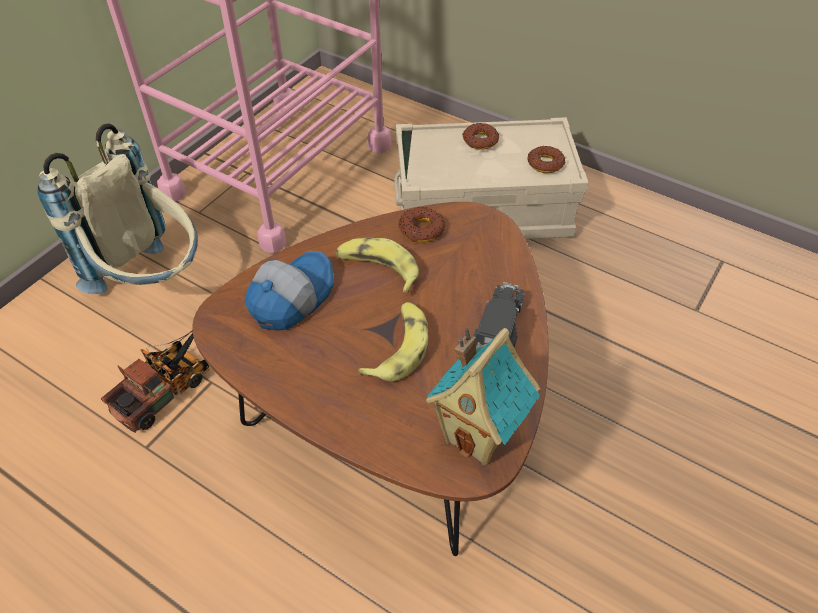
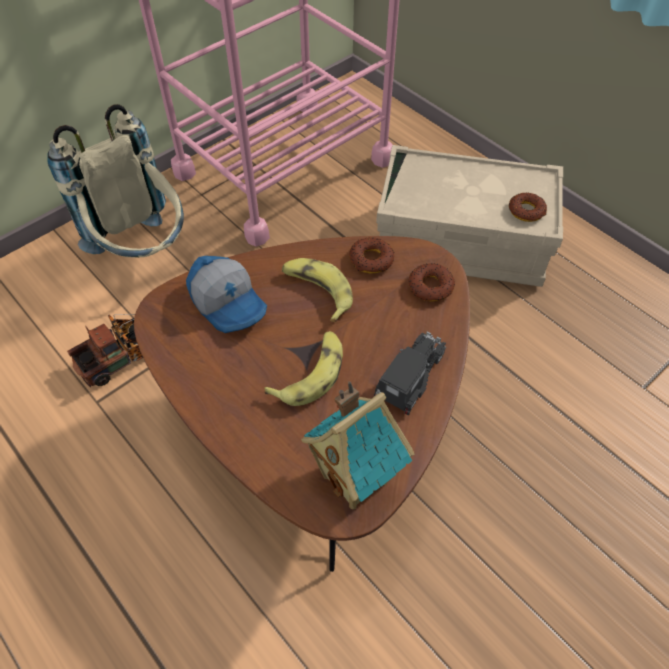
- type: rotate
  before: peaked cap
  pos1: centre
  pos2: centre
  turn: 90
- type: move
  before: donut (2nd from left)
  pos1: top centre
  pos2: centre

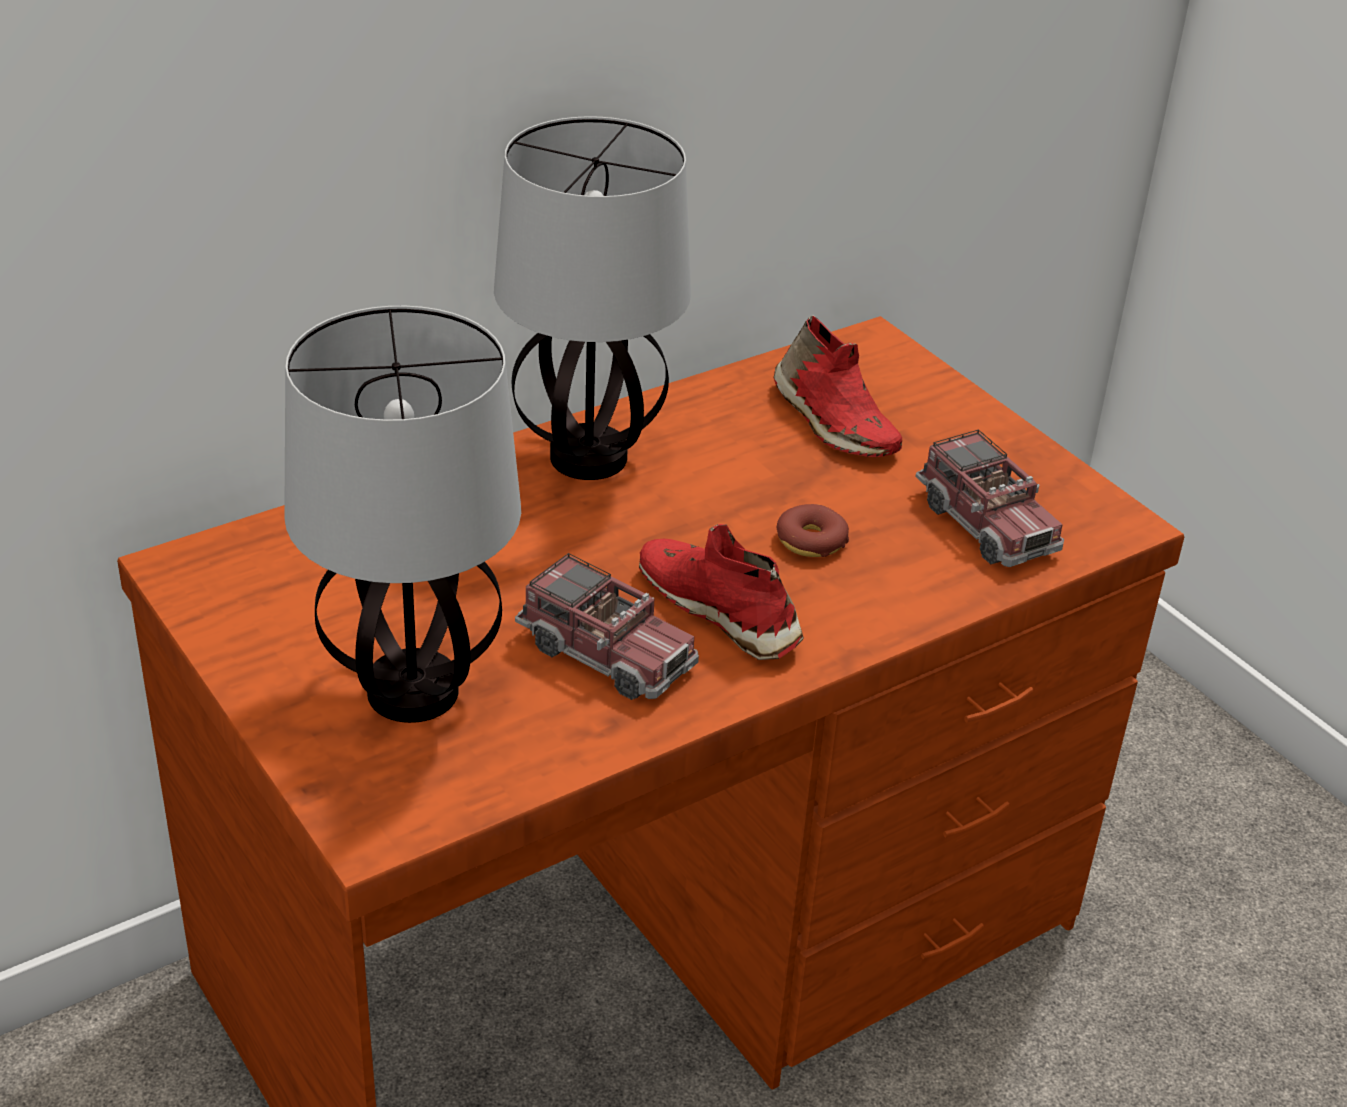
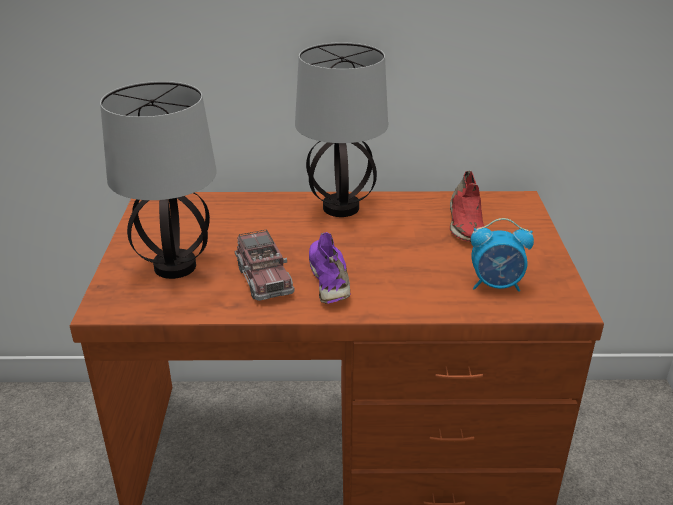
- type: recolor
  before: reddish item of footwear (1st from left)
  after: purple item of footwear
  pos1: centre
  pos2: centre
- type: delete
  before: donut
  pos1: centre
- type: replace
  before: model truck (2nd from left)
  after: alarm clock
  pos1: middle right
  pos2: middle right

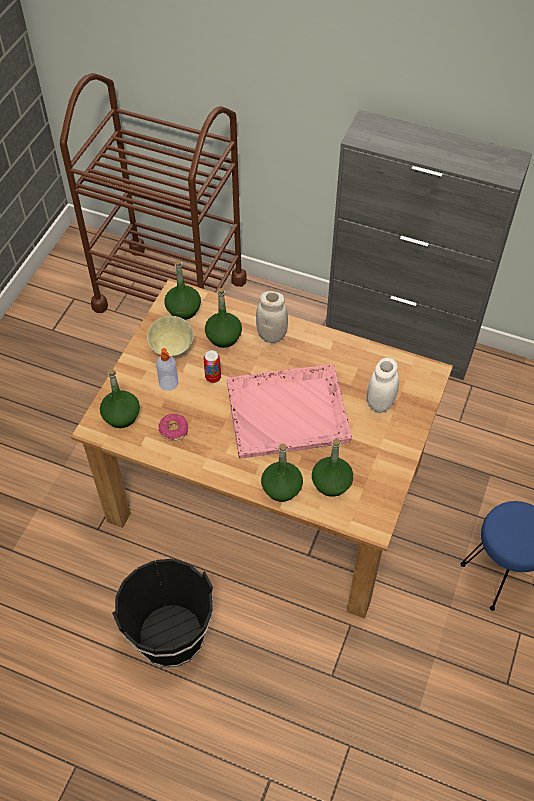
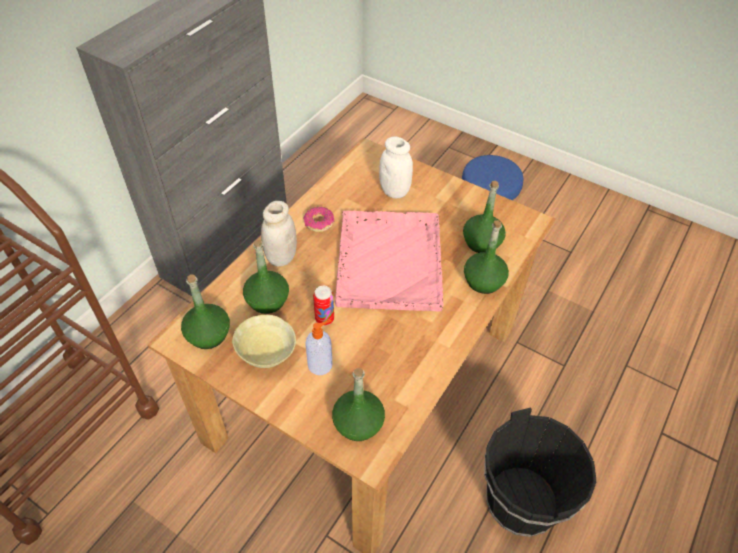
- type: move
  before: donut
  pos1: middle left
  pos2: centre

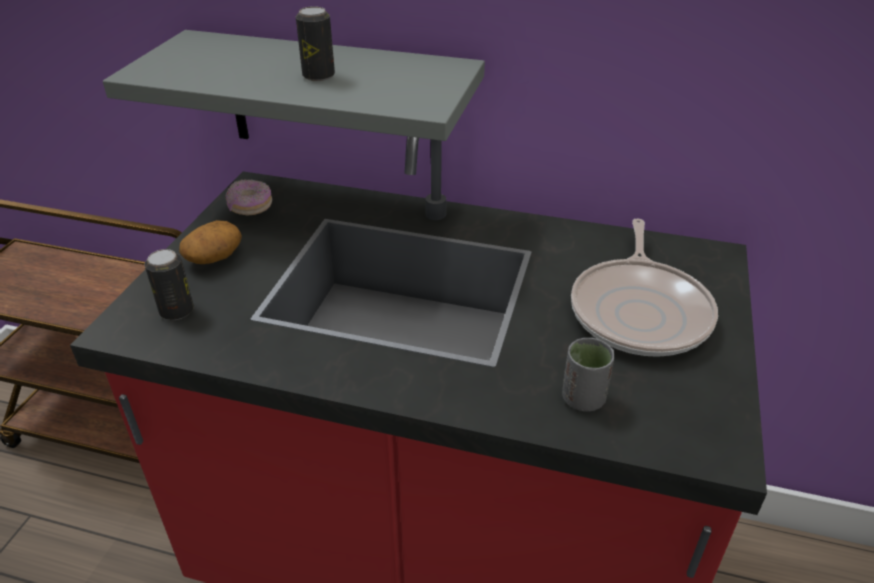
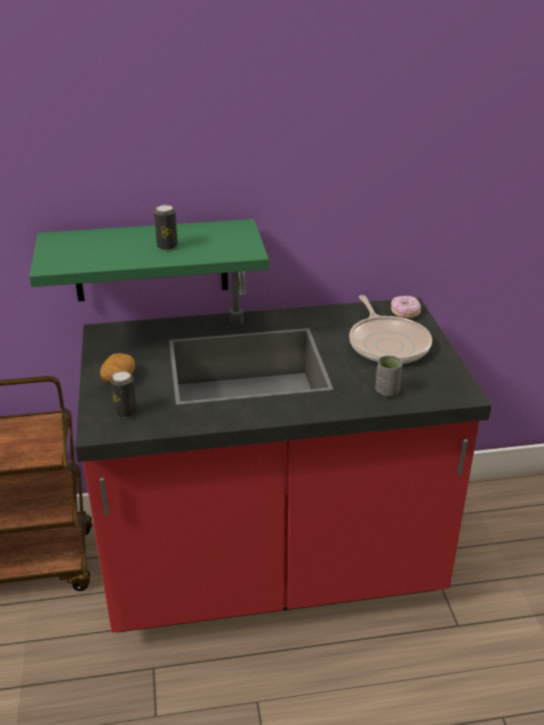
- type: recolor
  before: greyish bracket shelf
  after: green-coloured bracket shelf
  pos1: top centre
  pos2: middle left
- type: move
  before: donut
  pos1: middle left
  pos2: middle right

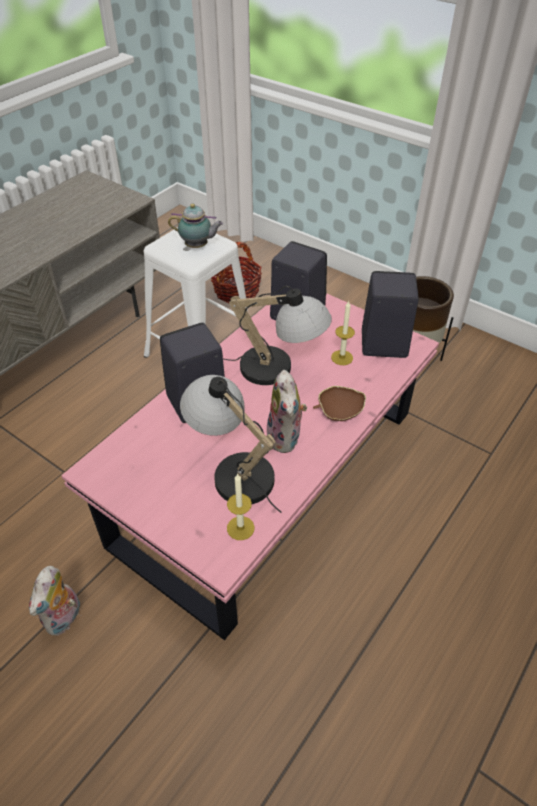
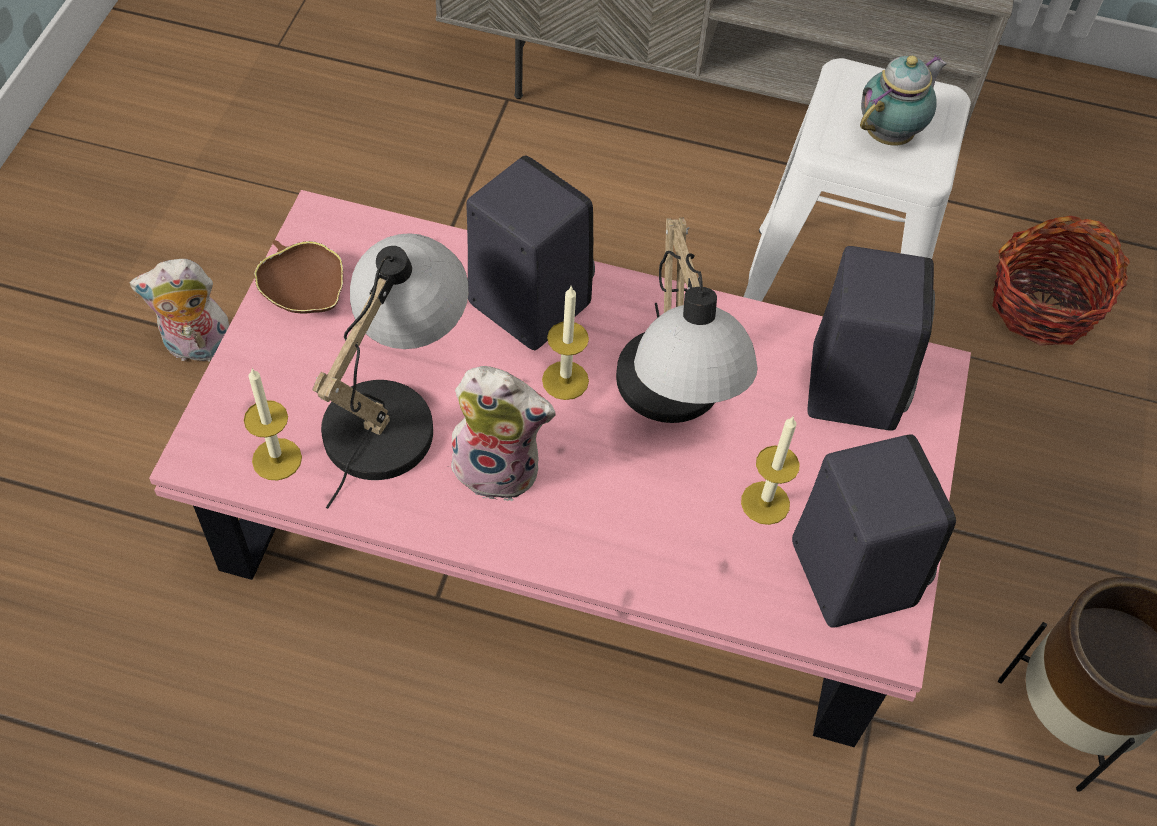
- type: rotate
  before: pot for tea
  pos1: top centre
  pos2: top right
  turn: -120
- type: rotate
  before: plush toy (2nd from left)
  pos1: centre
  pos2: centre
  turn: -135
- type: move
  before: brown-coloured deep dish
  pos1: centre
  pos2: middle left
- type: insert
  after: wax candle (2nd from left)
  pos2: centre

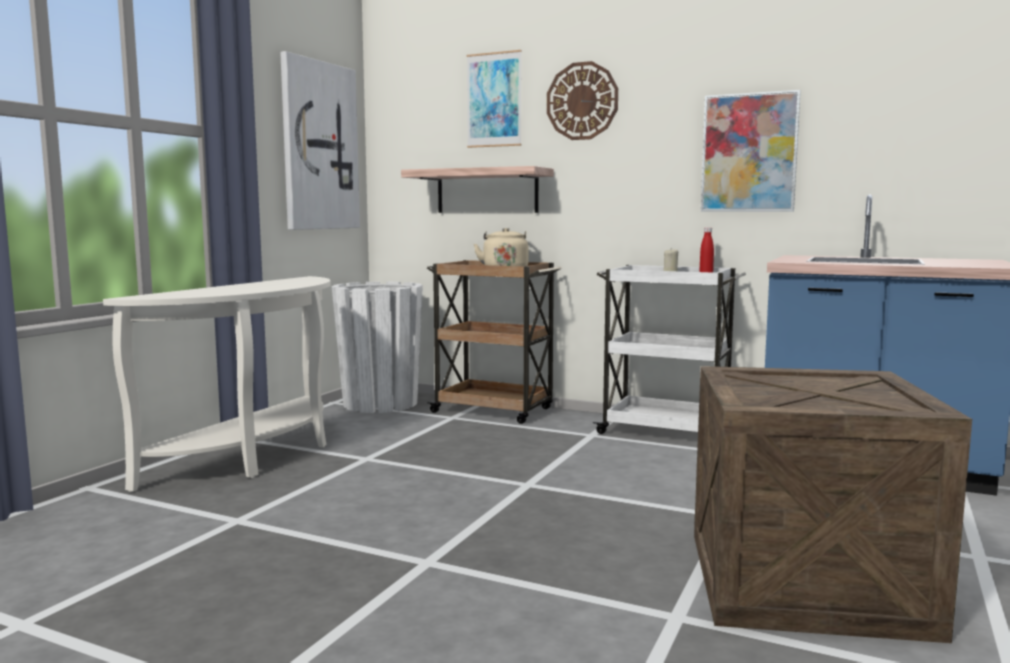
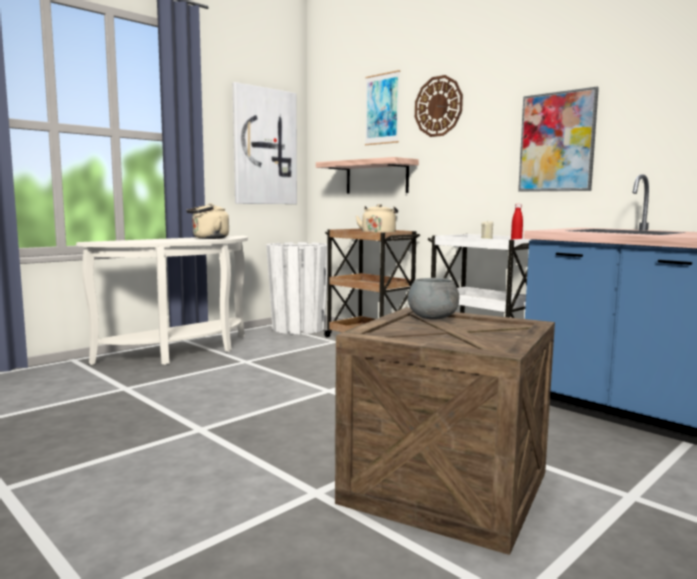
- type: insert
  after: sand-coloured water kettle (1st from left)
  pos2: middle left
- type: insert
  after: greyish deep dish
  pos2: centre

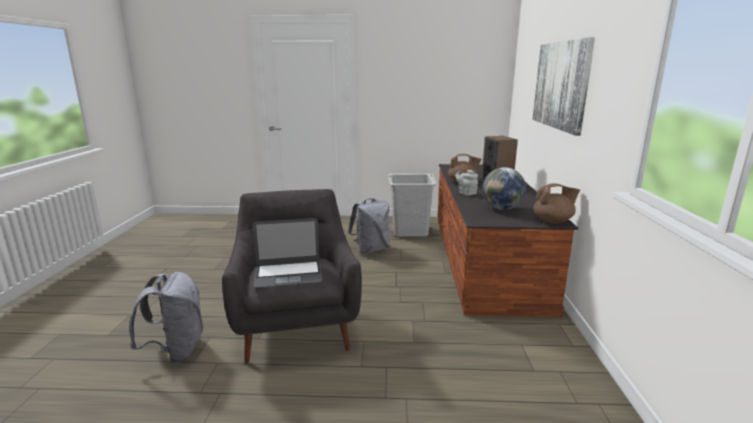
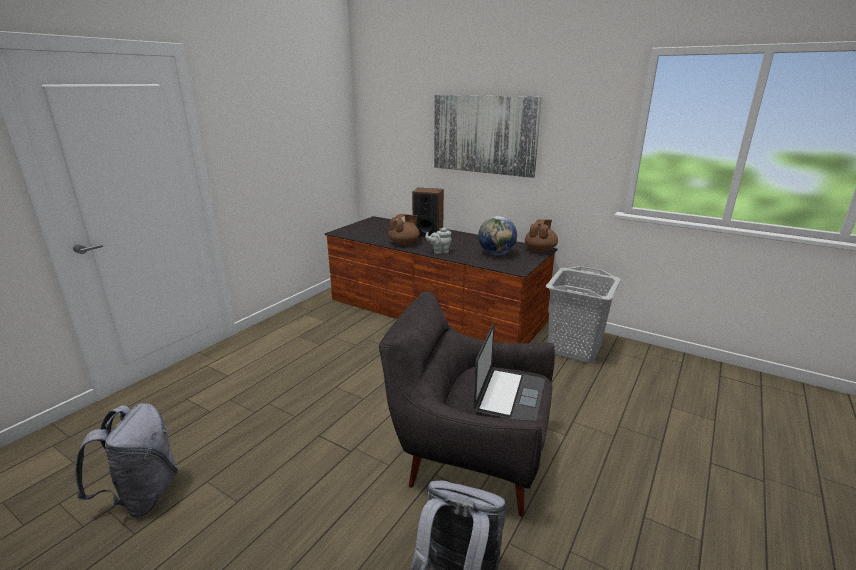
- type: move
  before: greyish rucksack (2nd from left in the first image)
  after: greyish rucksack (1st from left)
  pos1: centre
  pos2: bottom left
- type: move
  before: greyish washing basket
  pos1: centre
  pos2: middle right

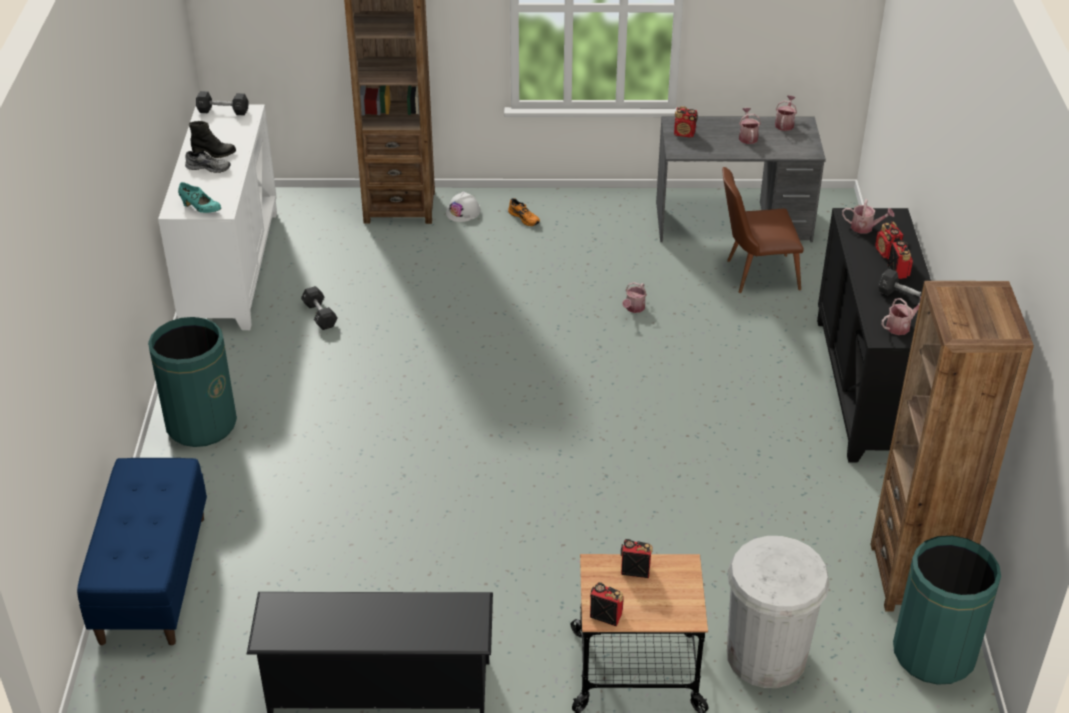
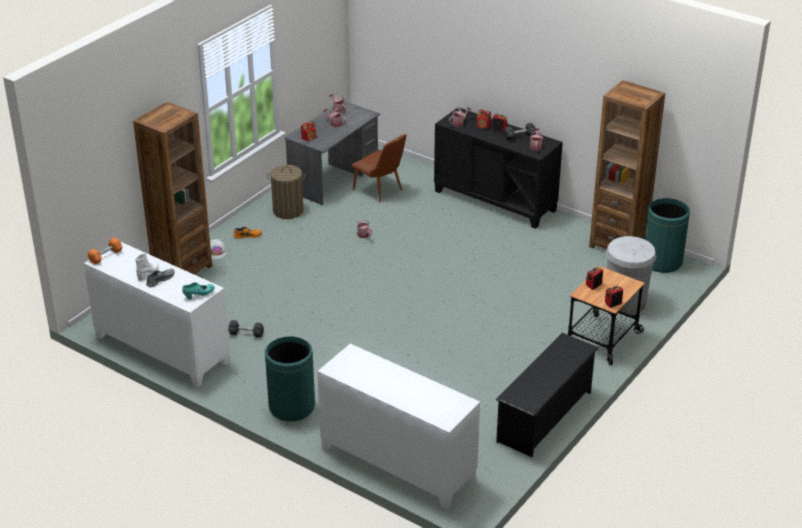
- type: replace
  before: blue-coloured indoor bench
  after: white-coloured cabinet (2nd from left)
  pos1: bottom left
  pos2: bottom centre
- type: recolor
  before: black-coloured tall boot
  after: white-coloured tall boot
  pos1: top left
  pos2: middle left
- type: recolor
  before: black-coloured hand weight (1st from left)
  after: orange hand weight
  pos1: top left
  pos2: middle left
- type: rotate
  before: brown-coloured upright chair
  pos1: top right
  pos2: top centre
  turn: -75
- type: insert
  after: washing basket
  pos2: centre

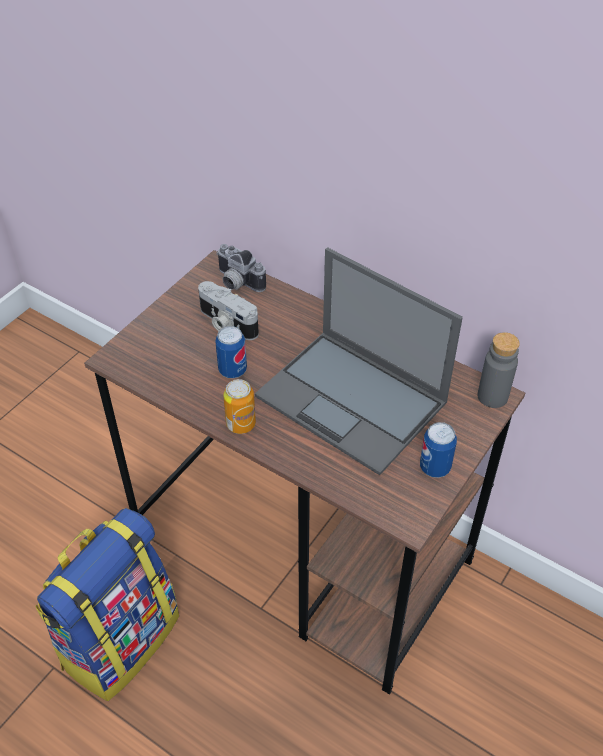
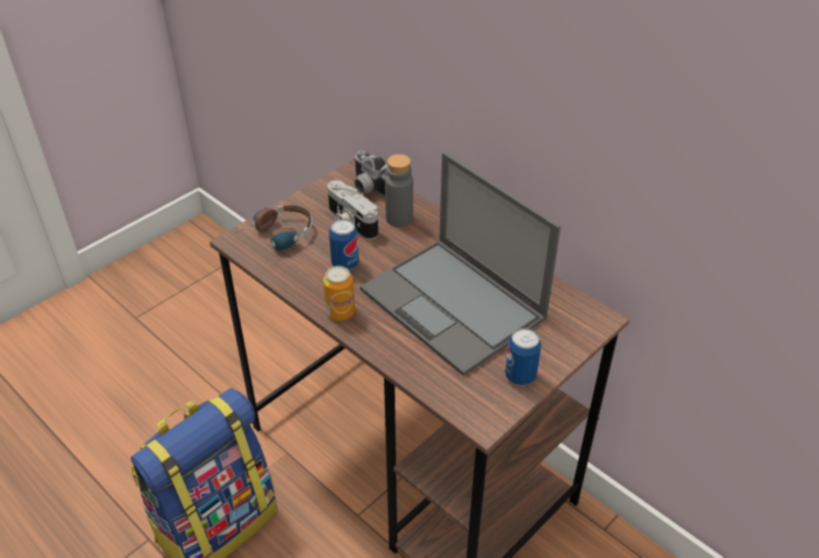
- type: move
  before: greyish drink bottle
  pos1: middle right
  pos2: centre
- type: insert
  after: pair of headphones
  pos2: middle left

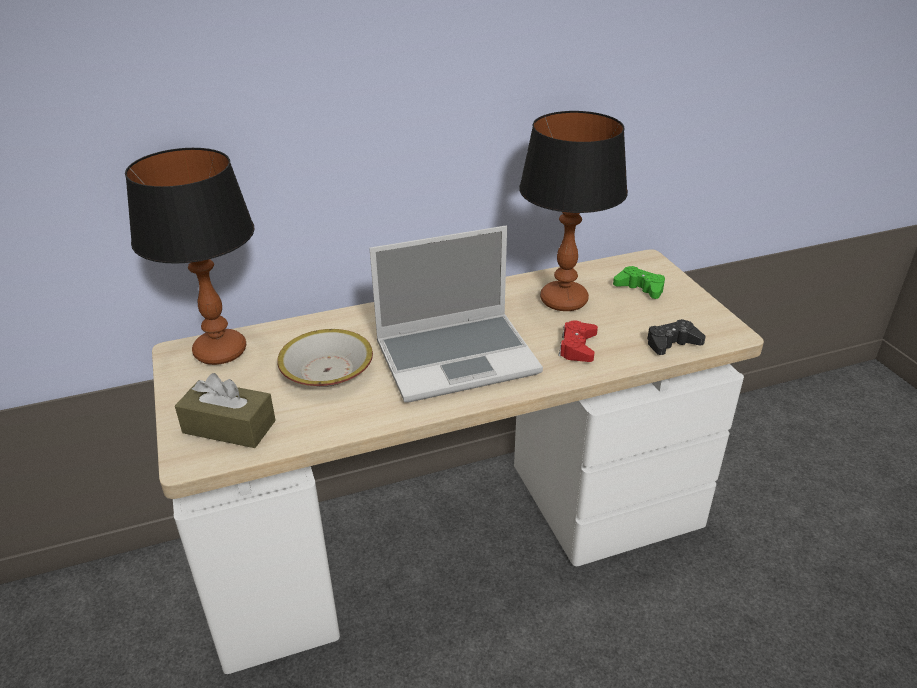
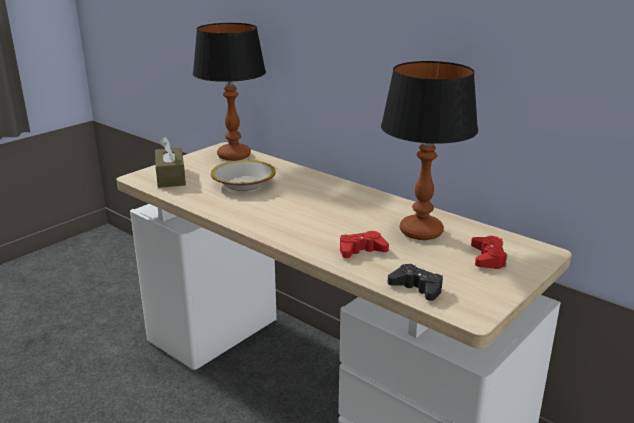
- type: delete
  before: portable computer
  pos1: centre
- type: recolor
  before: green-coloured joypad
  after: reddish joypad (2nd from left)
  pos1: middle right
  pos2: middle right

